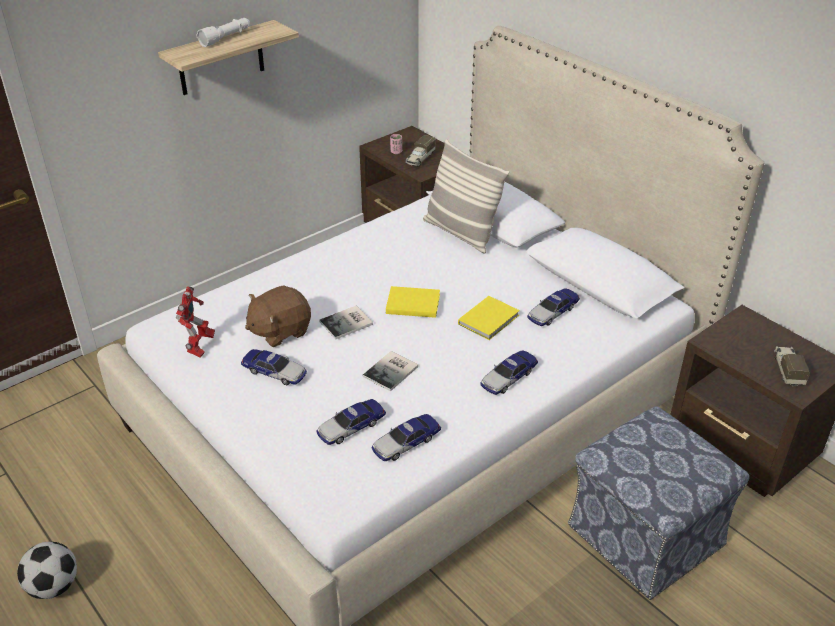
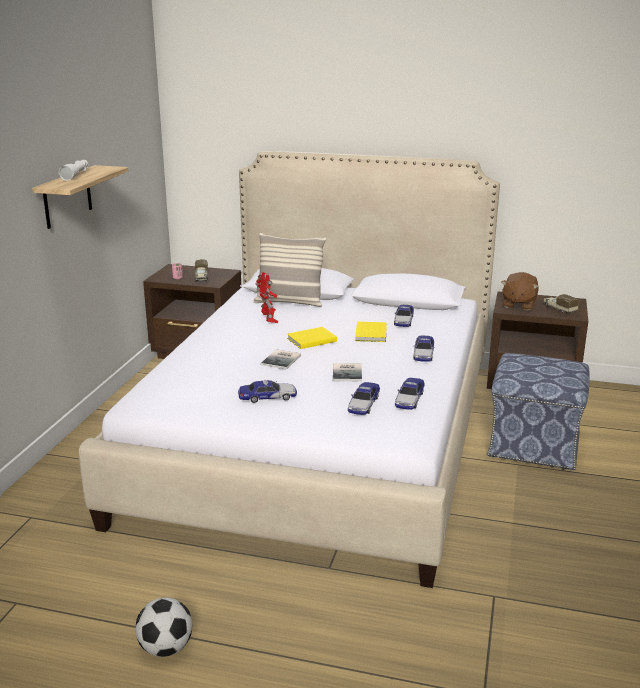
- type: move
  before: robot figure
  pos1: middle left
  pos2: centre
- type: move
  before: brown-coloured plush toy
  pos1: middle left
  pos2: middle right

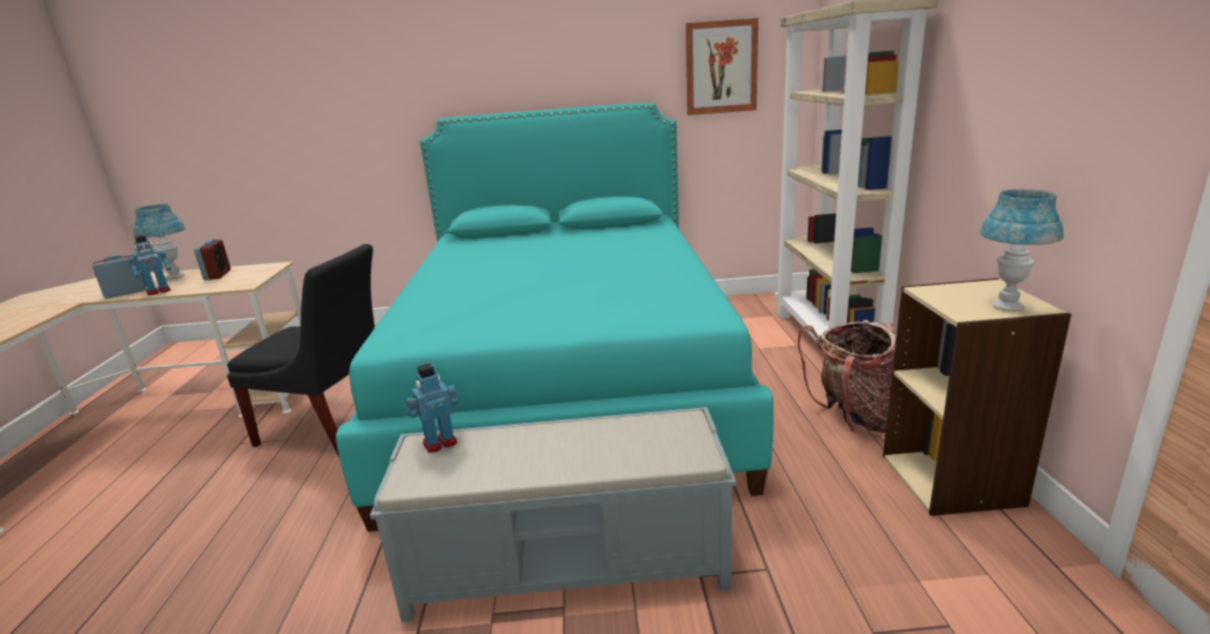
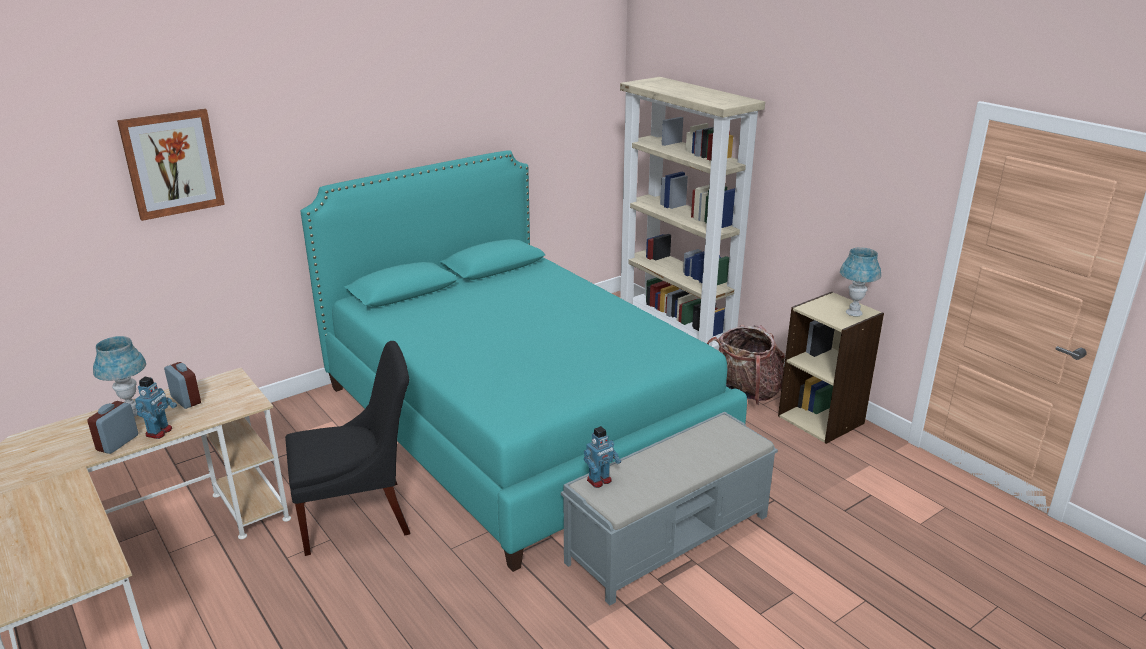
- type: rotate
  before: robot figure (2nd from left)
  pos1: centre
  pos2: bottom centre
  turn: -150
- type: move
  before: picture
  pos1: top centre
  pos2: top left

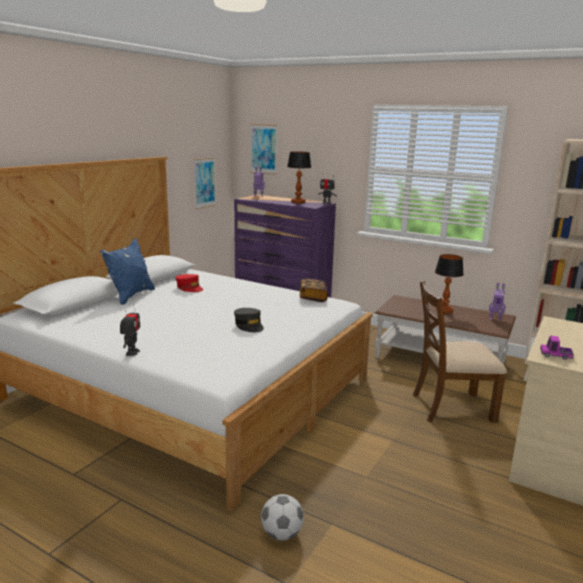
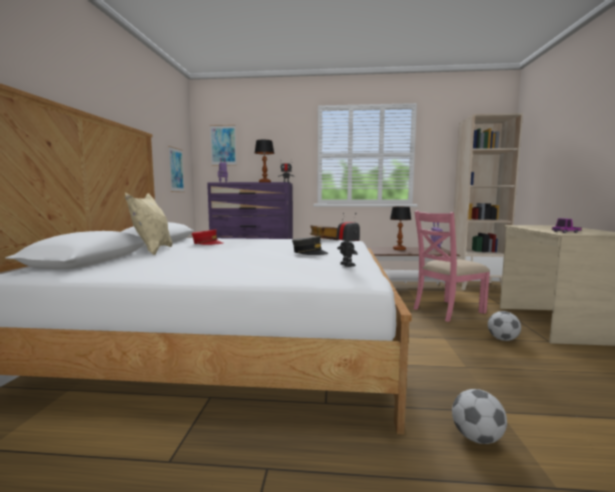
- type: recolor
  before: blue-coloured cushion
  after: sand-coloured cushion
  pos1: middle left
  pos2: middle left
- type: move
  before: robot figure (1st from left in the first image)
  after: robot figure (3rd from left)
  pos1: middle left
  pos2: centre
- type: recolor
  before: brown-coloured upright chair
  after: pink-coloured upright chair
  pos1: middle right
  pos2: middle right
- type: insert
  after: ball for football (2nd from left)
  pos2: middle right

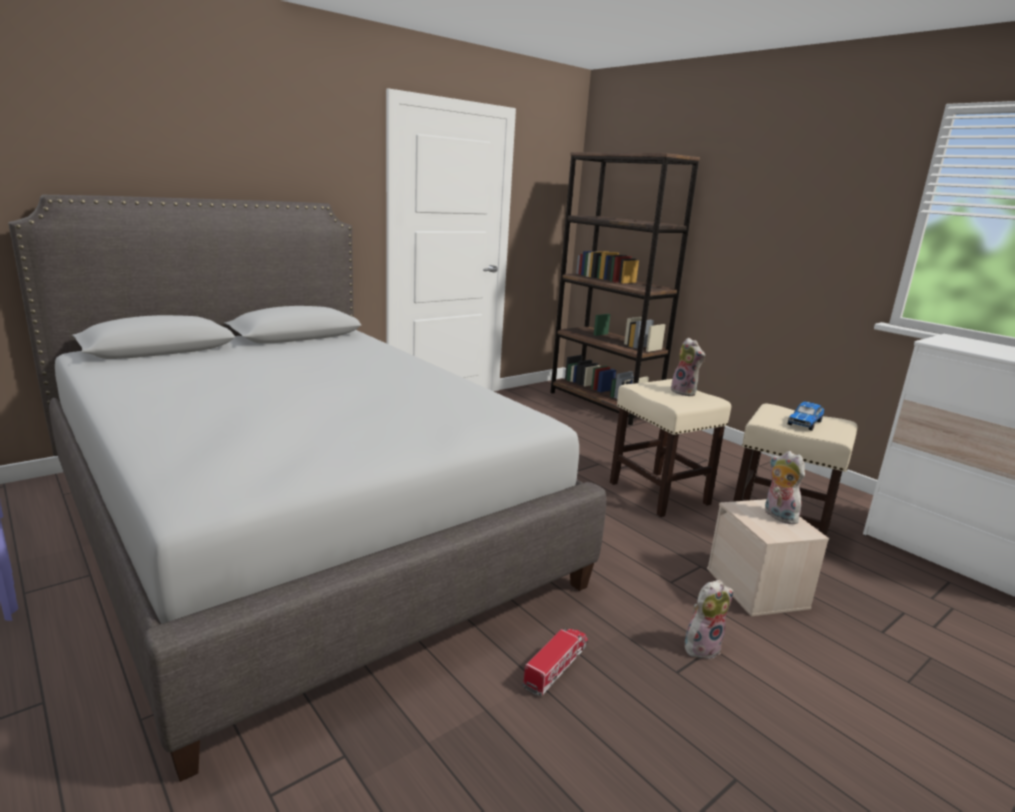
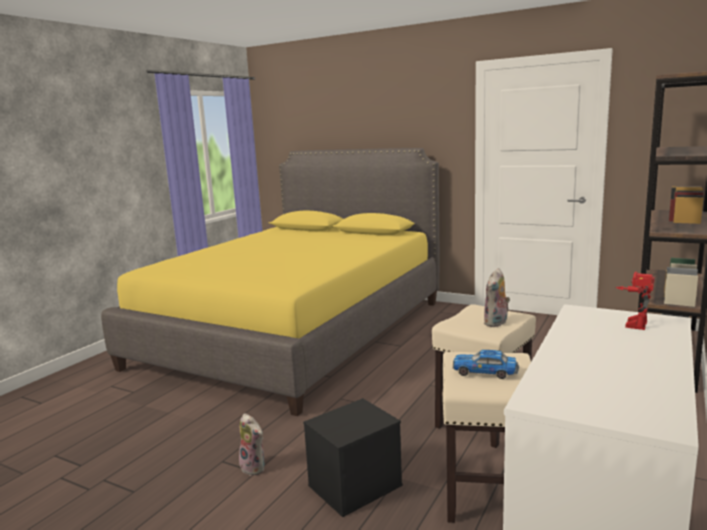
- type: recolor
  before: greyish bedroom bed
  after: yellowish bedroom bed
  pos1: middle left
  pos2: centre
- type: delete
  before: model truck
  pos1: bottom centre
- type: recolor
  before: sand-coloured storage box
  after: black-coloured storage box
  pos1: bottom right
  pos2: bottom centre
- type: delete
  before: plush toy (3rd from left)
  pos1: middle right
- type: insert
  after: robot figure
  pos2: middle right

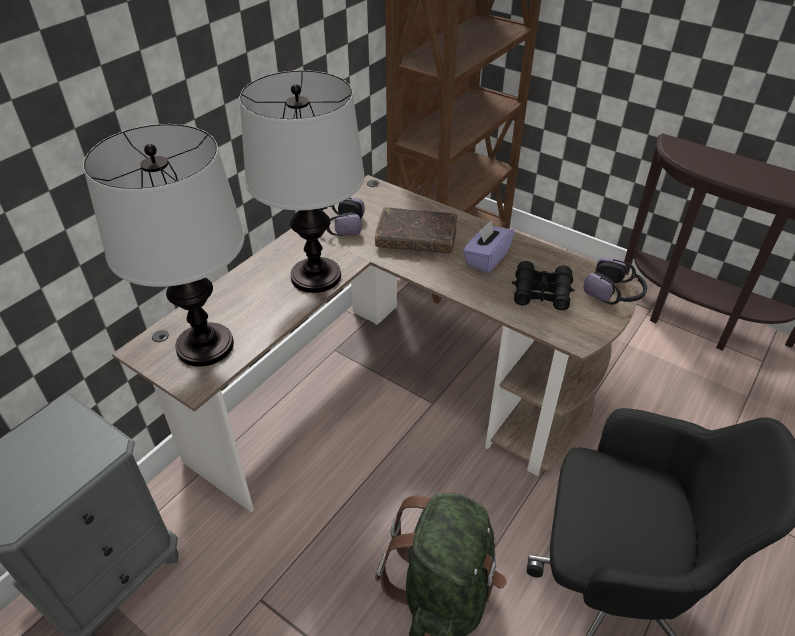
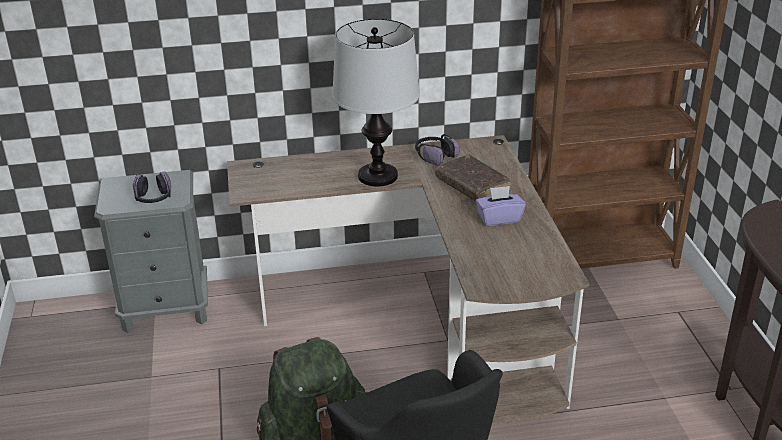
- type: delete
  before: table lamp (1st from left)
  pos1: middle left
- type: delete
  before: black-coloured pair of binoculars
  pos1: middle right
- type: move
  before: pair of headphones (2nd from left in the first image)
  after: pair of headphones (1st from left)
  pos1: middle right
  pos2: middle left

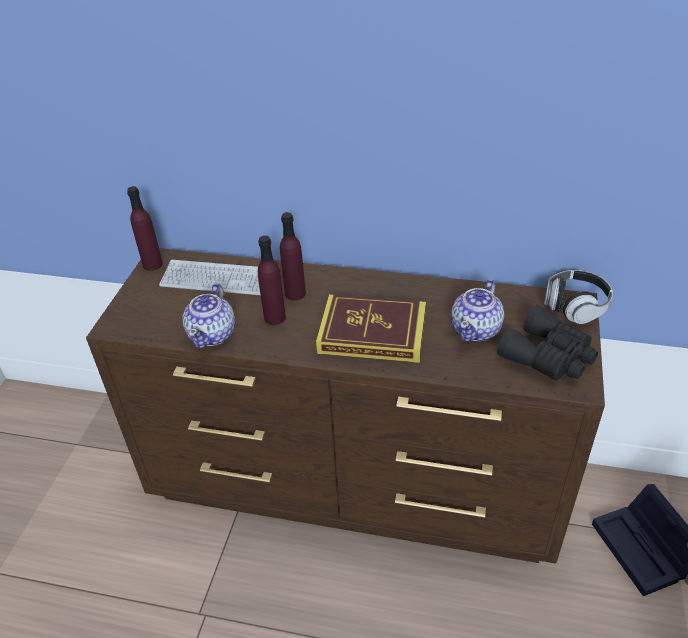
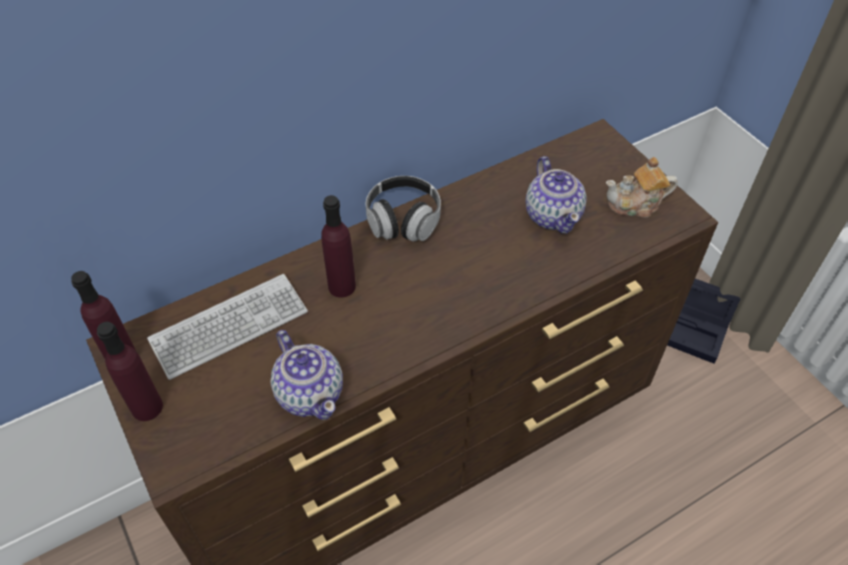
- type: move
  before: purple drink bottle (2nd from left)
  pos1: centre
  pos2: middle left
- type: delete
  before: volume
  pos1: centre
- type: replace
  before: black-coloured pair of binoculars
  after: pot for tea (3rd from left)
  pos1: middle right
  pos2: top right
- type: move
  before: pair of headphones
  pos1: middle right
  pos2: centre

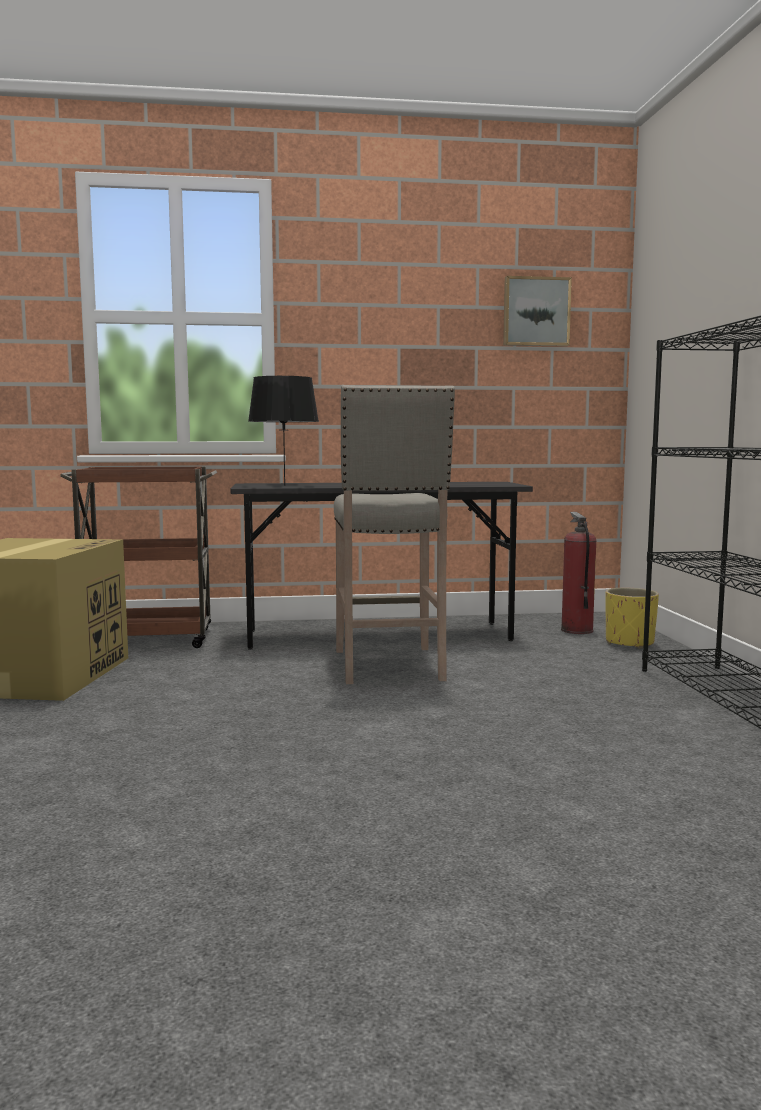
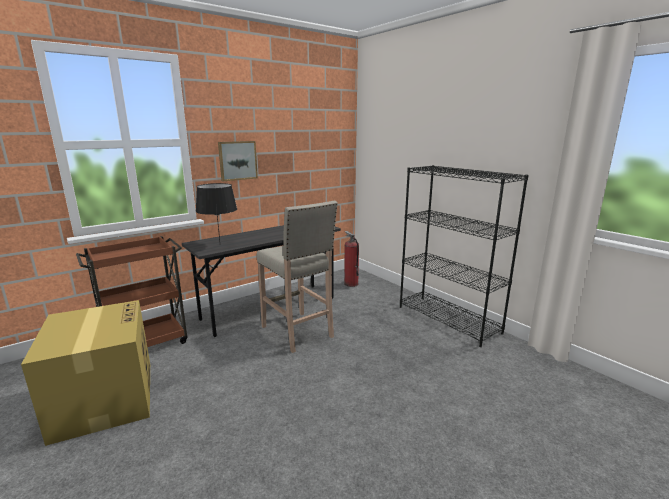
- type: move
  before: picture
  pos1: top right
  pos2: top centre
- type: delete
  before: yellowish flower pot
  pos1: middle right

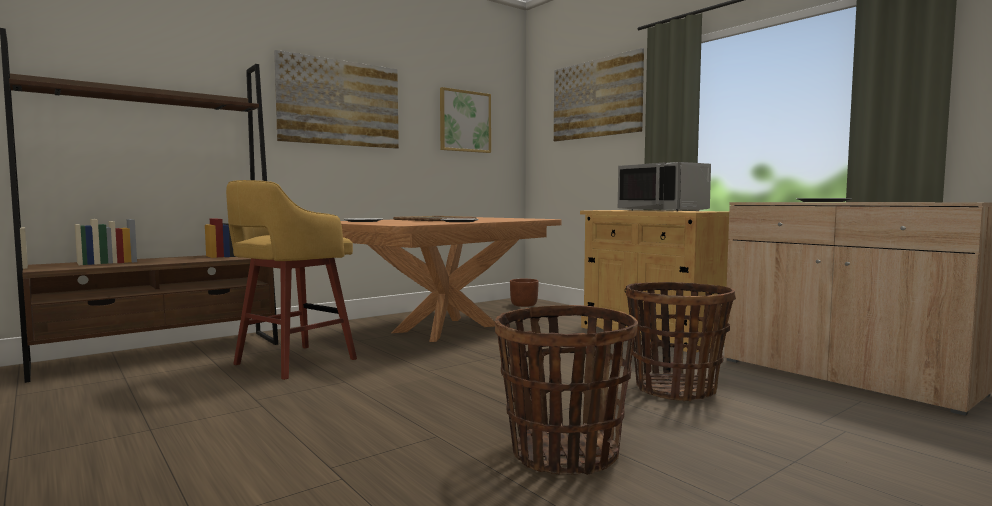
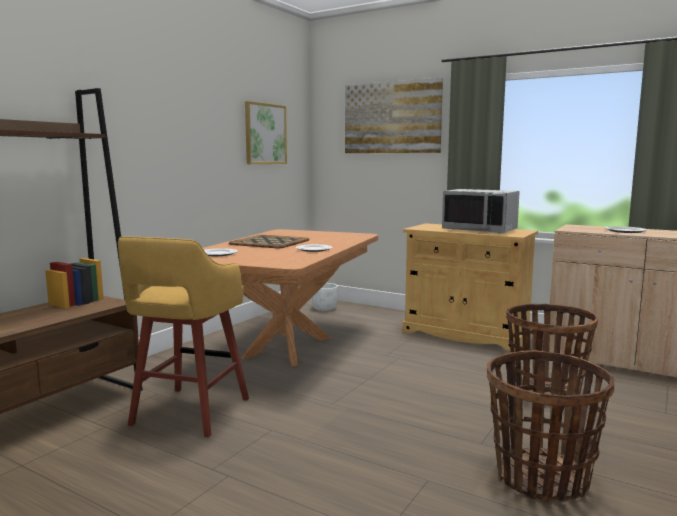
- type: delete
  before: picture (1st from left)
  pos1: top centre
- type: recolor
  before: brown-coloured flower pot
  after: white-coloured flower pot
  pos1: centre
  pos2: centre

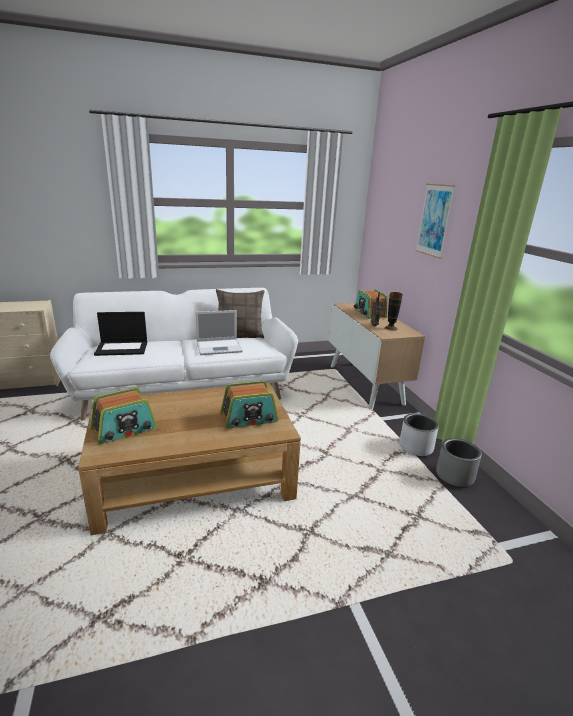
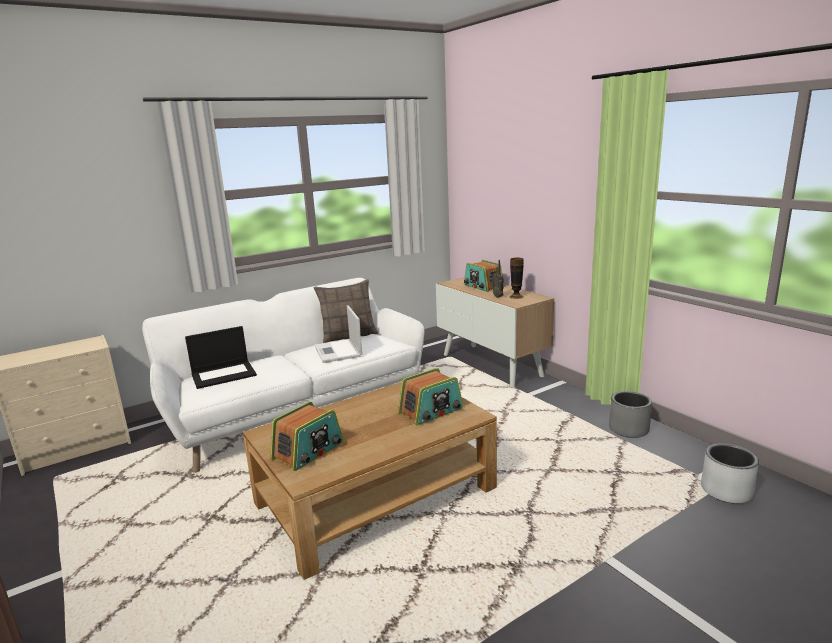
- type: rotate
  before: portable computer (2nd from left)
  pos1: centre
  pos2: centre
  turn: 105
- type: move
  before: greyish flower pot (1st from left in the first image)
  after: greyish flower pot (2nd from left)
  pos1: middle right
  pos2: bottom right
- type: delete
  before: picture
  pos1: top right

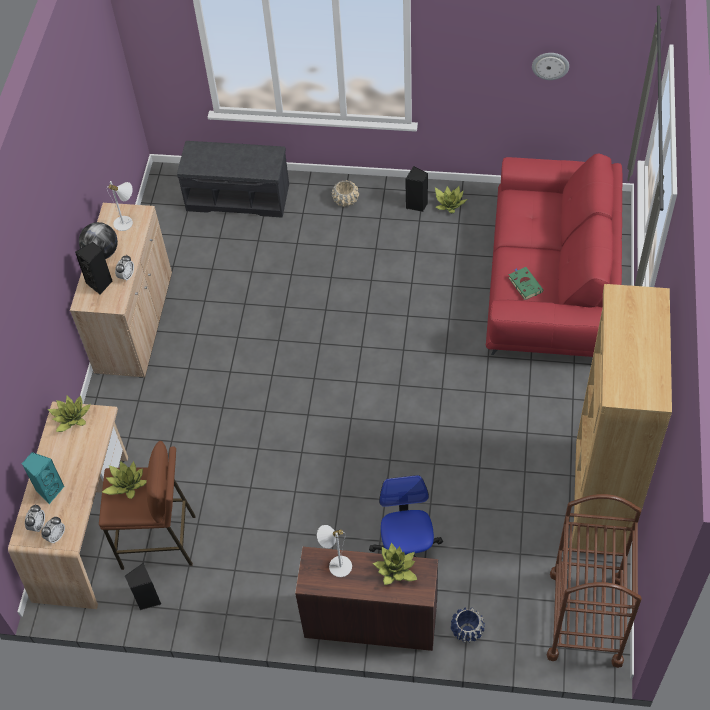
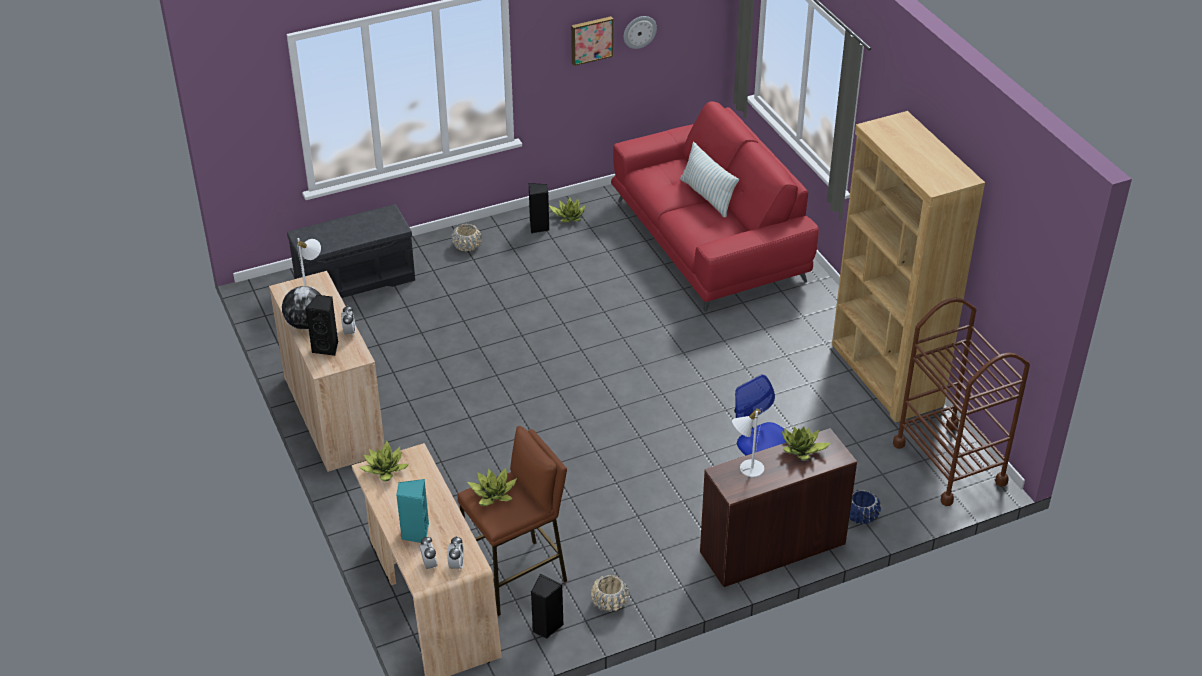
- type: delete
  before: green-coloured volume
  pos1: middle right
- type: insert
  after: picture
  pos2: top centre
- type: insert
  after: sand-coloured flower pot (2nd from left)
  pos2: bottom centre
- type: insert
  after: cushion
  pos2: top centre

